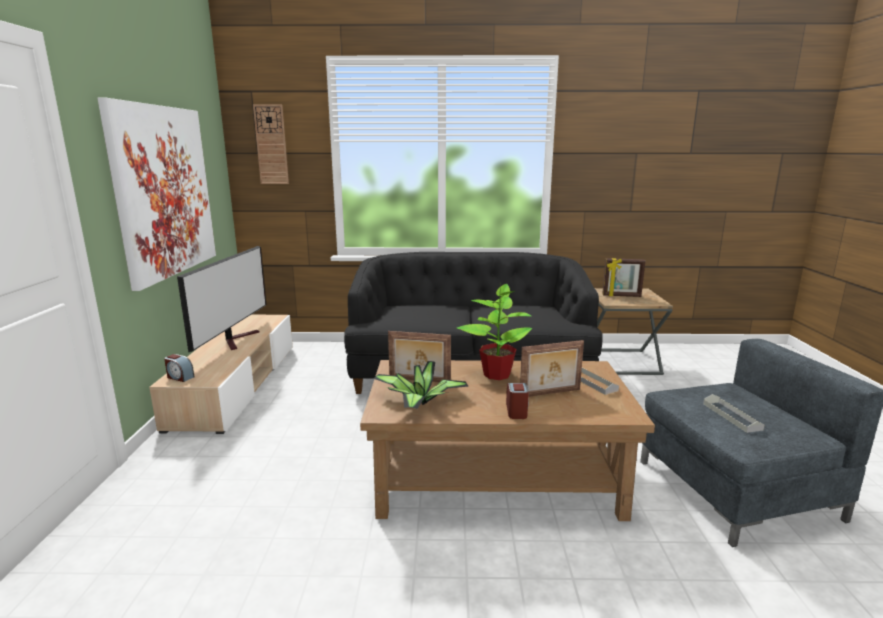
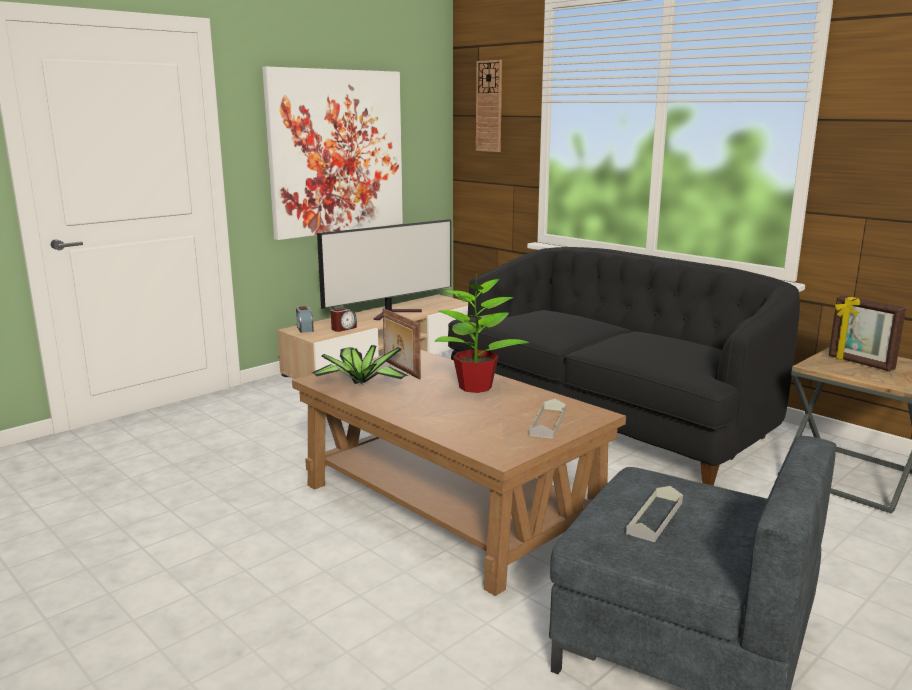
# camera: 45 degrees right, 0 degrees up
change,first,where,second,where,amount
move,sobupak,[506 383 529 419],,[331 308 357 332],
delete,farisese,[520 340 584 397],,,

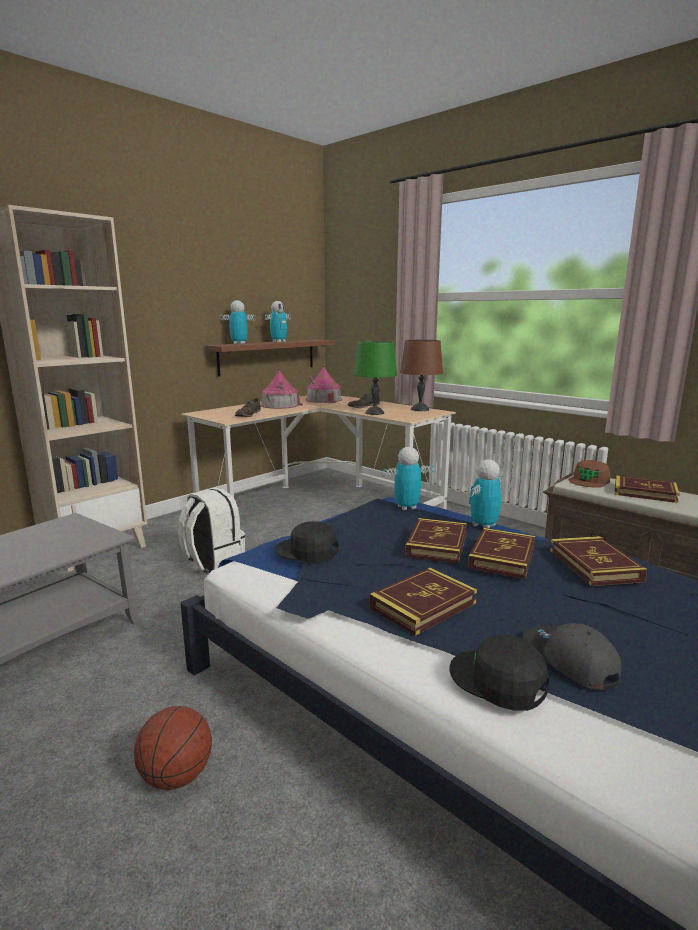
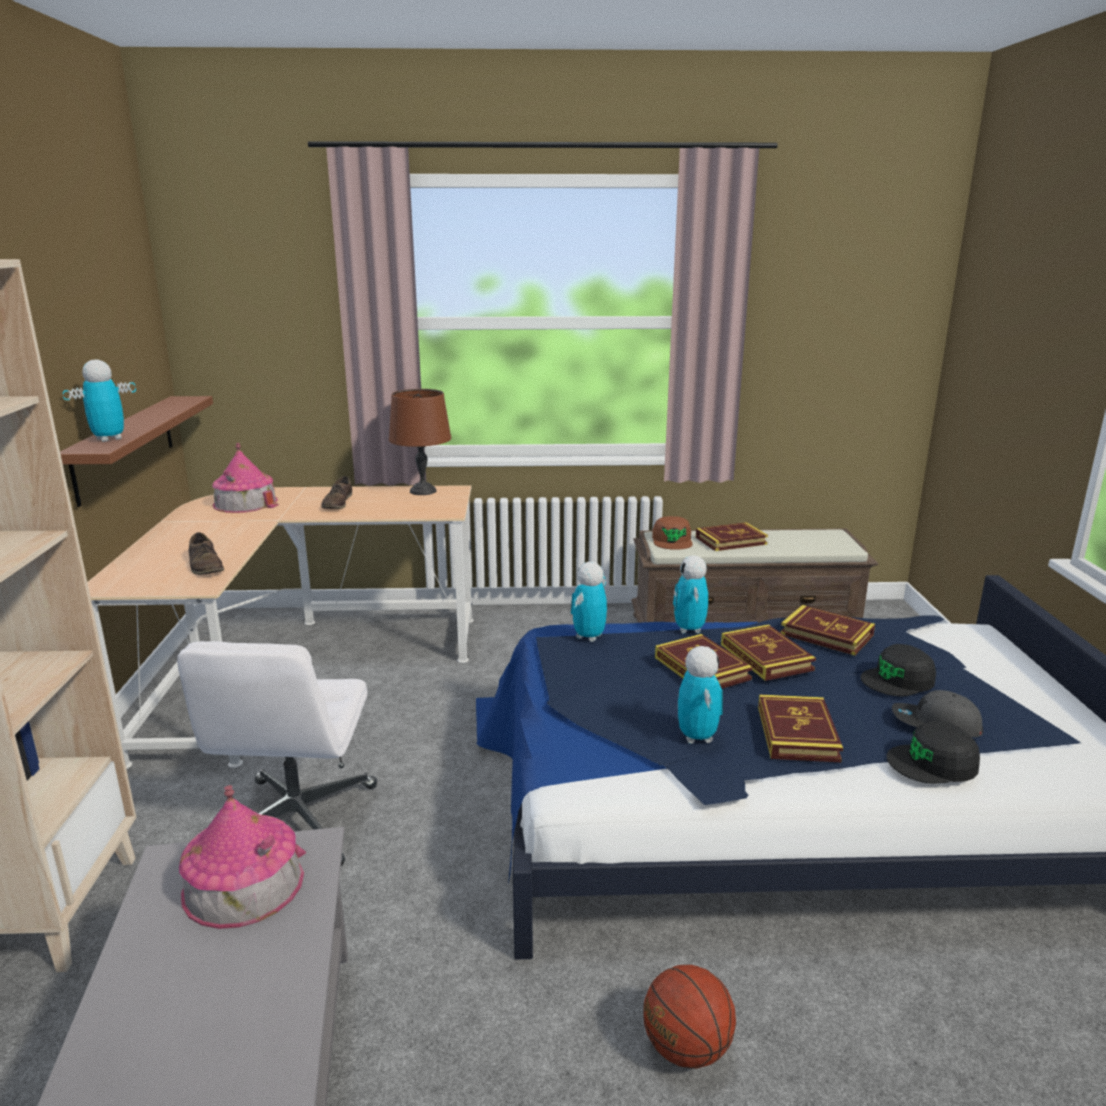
# camera: 45 degrees left, 5 degrees up
change,first,where,second,where,amount
replace,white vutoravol,[178 488 245 574],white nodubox,[177 641 377 866],
move,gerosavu,[261 366 303 409],,[179 785 306 929],
move,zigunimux,[265 301 291 343],,[678 646 723 744],
move,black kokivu,[276 521 338 562],,[861 644 936 697],
delete,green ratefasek,[353 341 397 415],,,

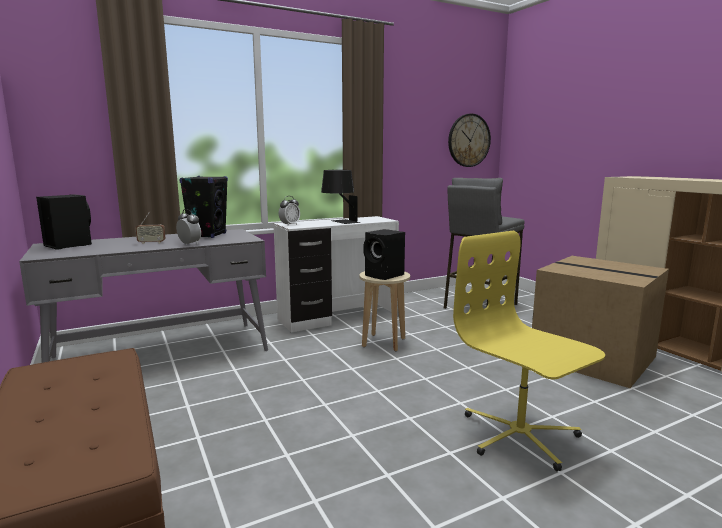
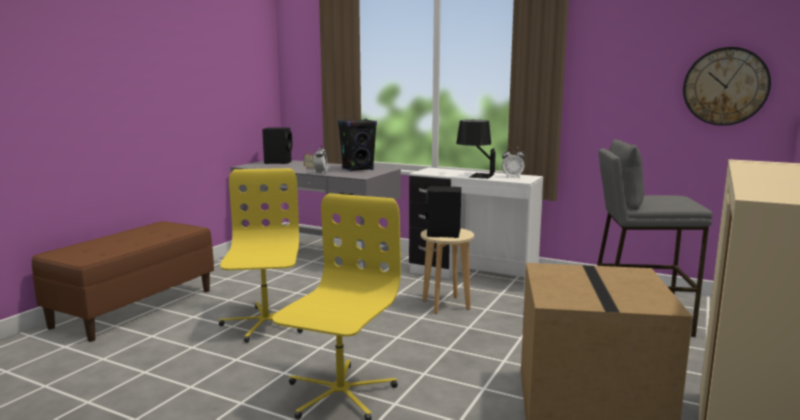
# camera: 55 degrees right, 0 degrees up
change,first,where,second,where,amount
insert,,,yellow nodubox,[219 168 303 343],
move,sobupak,[279 196 300 225],,[502 147 525 178],

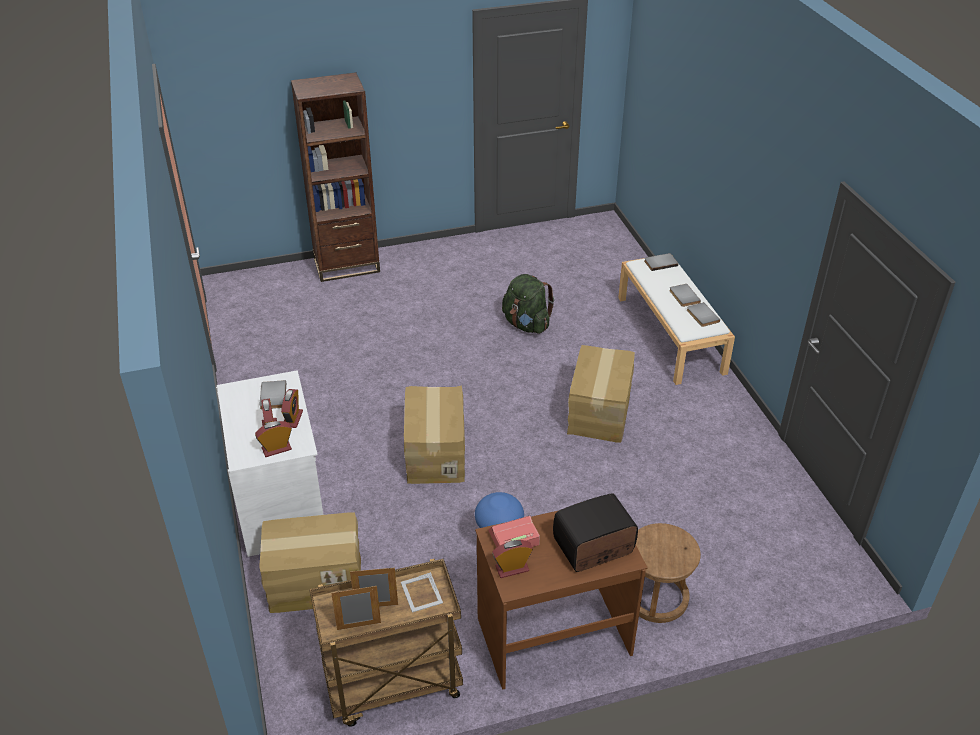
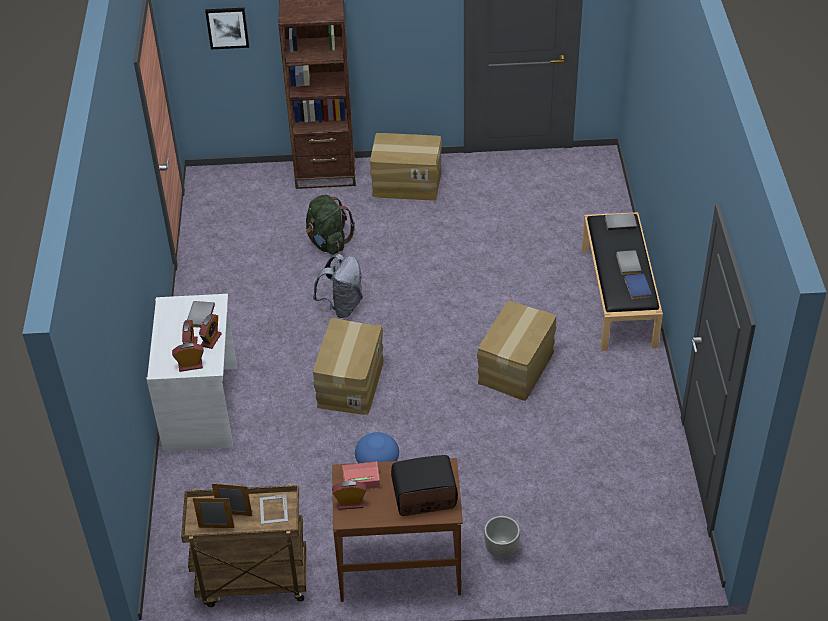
# camera: 15 degrees right, 5 degrees up
change,first,where,second,where,amount
insert,,,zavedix,[205 8 249 49],
move,green vutoravol,[502 274 555 334],,[306 195 355 255],
insert,,,grey vutoravol,[313 254 363 318],
move,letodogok,[259 512 361 613],,[370 133 442 200],
replace,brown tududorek,[636 523 701 623],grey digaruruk,[484 516 520 558],
recolor,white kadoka,[618 254 735 385],black kadoka,[582 212 663 351],
recolor,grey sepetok,[687 302 720 327],blue sepetok,[624 273 652 299],

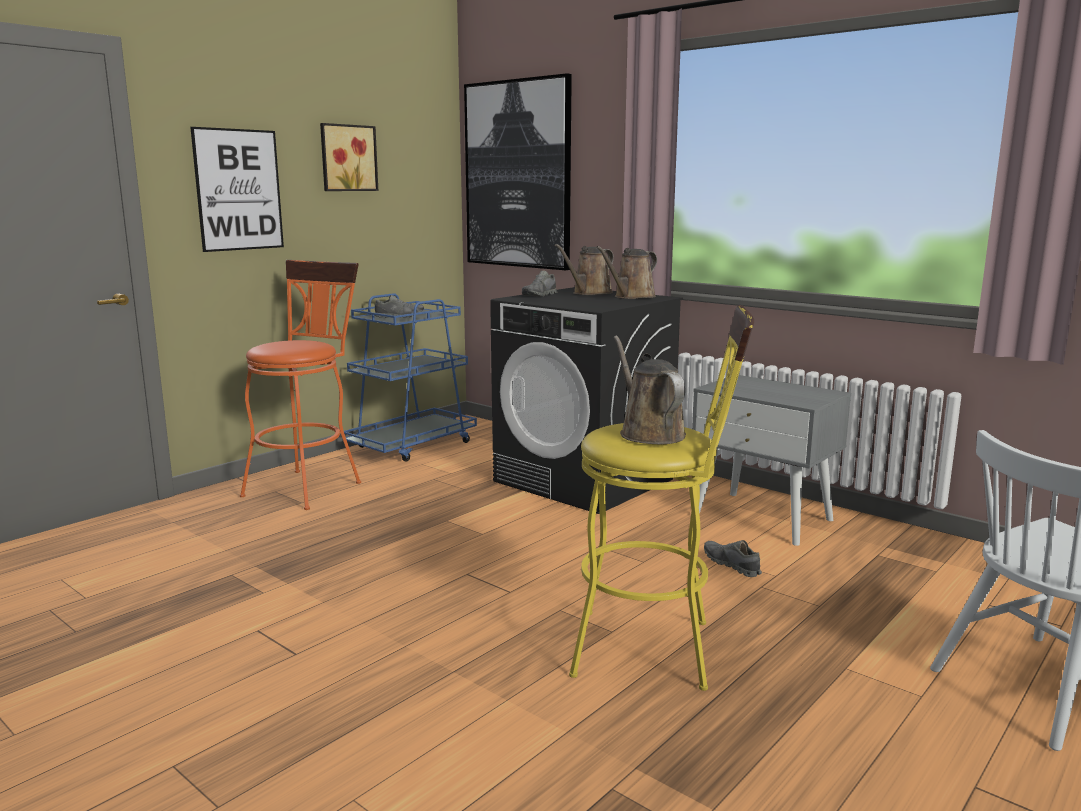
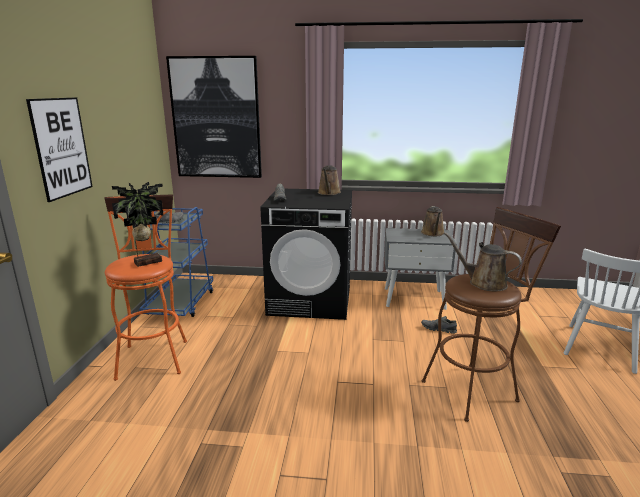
# camera: 35 degrees left, 5 degrees up
change,first,where,second,where,amount
insert,,,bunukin,[112 182 163 267],
move,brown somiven,[555 244 614 295],,[421 206 444 236],
recolor,yellow tududorek,[569 305 754 691],brown tududorek,[422 207 561 422],
delete,zavedix,[320 123 378 191],,,

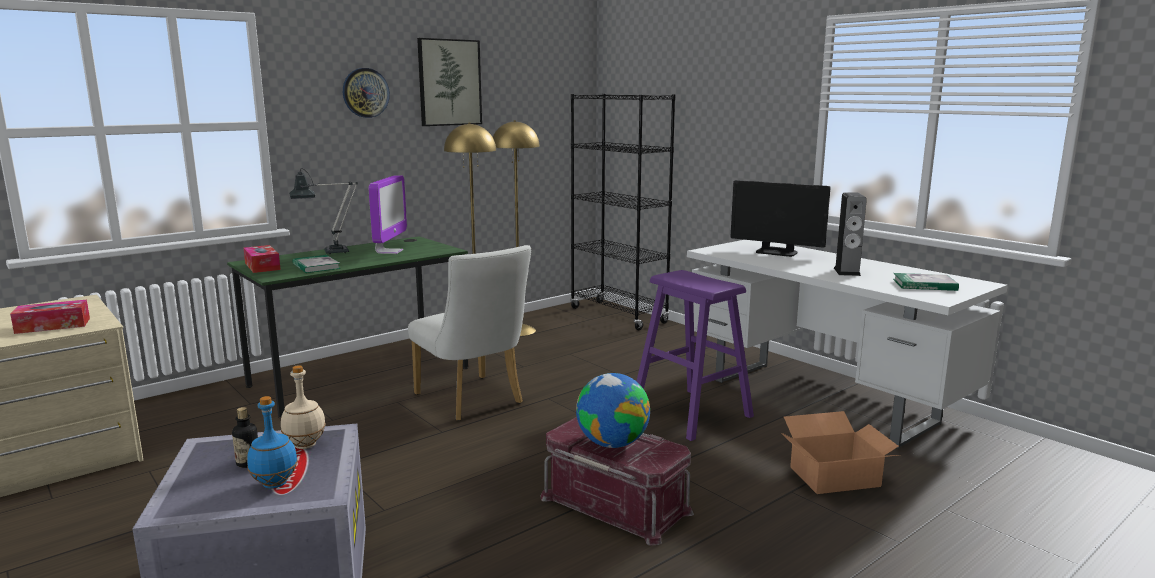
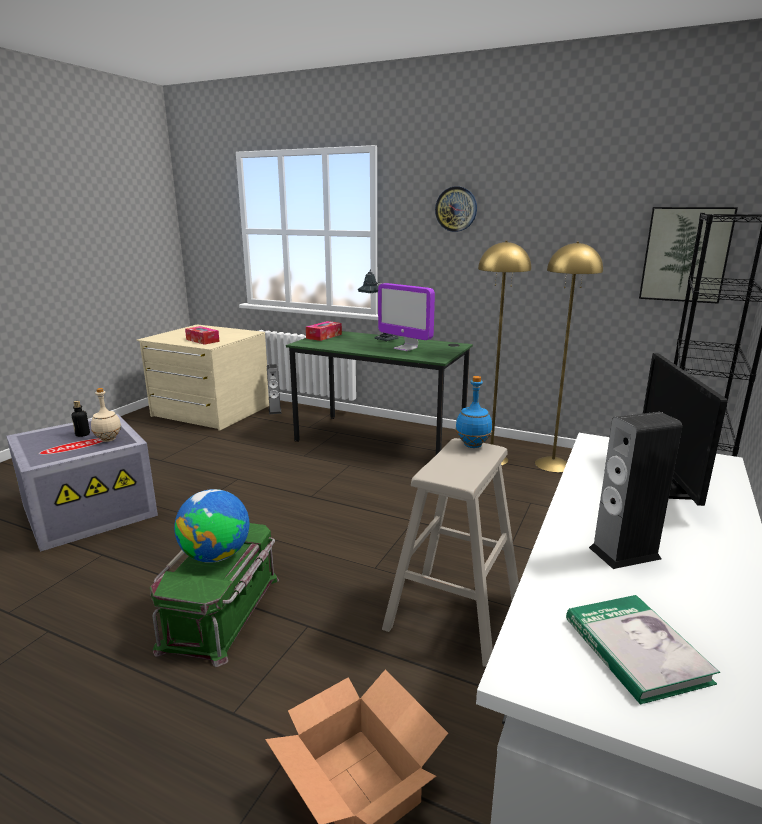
# camera: 65 degrees right, 5 degrees up
change,first,where,second,where,amount
recolor,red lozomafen,[540 417 694 546],green lozomafen,[150 523 279 667],
insert,,,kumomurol,[267 364 282 414],
rotate,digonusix,[369 175 407 254],,[378 283 435 351],60 degrees clockwise
recolor,purple tududorek,[637 270 754 441],beige tududorek,[382 438 519 667],
move,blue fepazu,[247 396 298 489],,[456 376 492 448],
move,zavedix,[417 38 482 126],,[639 207 738 304],
delete,sepetok,[293 255 341 273],,,
delete,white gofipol,[408 245 531 421],,,

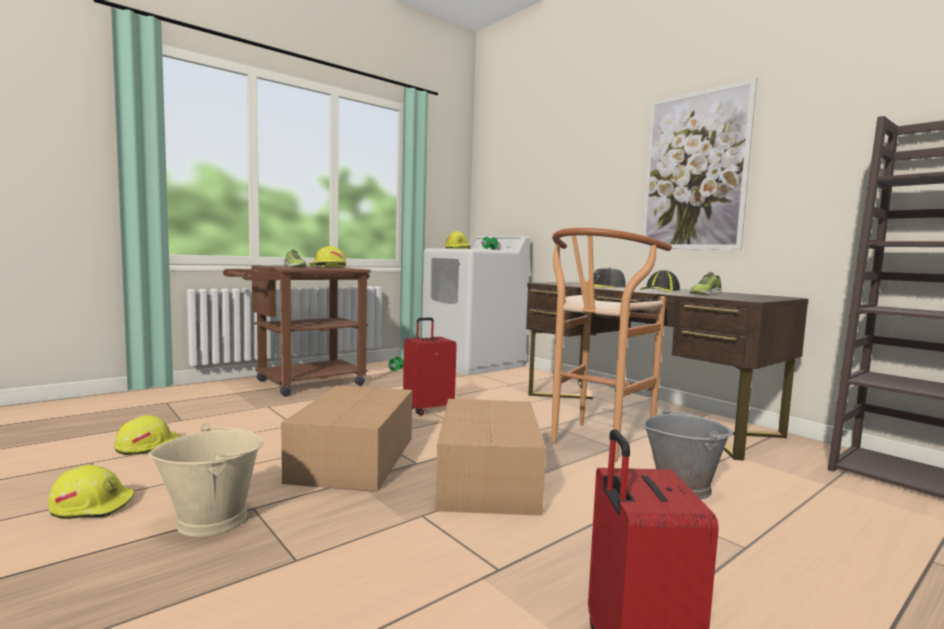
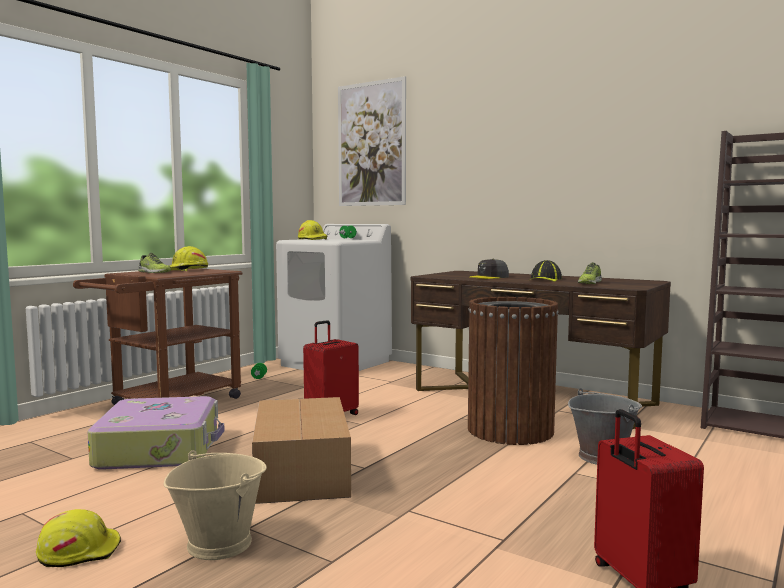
# camera: 15 degrees left, 0 degrees up
change,first,where,second,where,amount
insert,,,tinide,[88 396 225 470],
move,zavedix,[641 78 757 250],,[338 76 406 206],
replace,brown tududorek,[551 228 672 462],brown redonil,[468 297 559 445],
delete,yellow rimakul,[114 415 180 455],,,
delete,letodogok,[435 399 546 516],,,

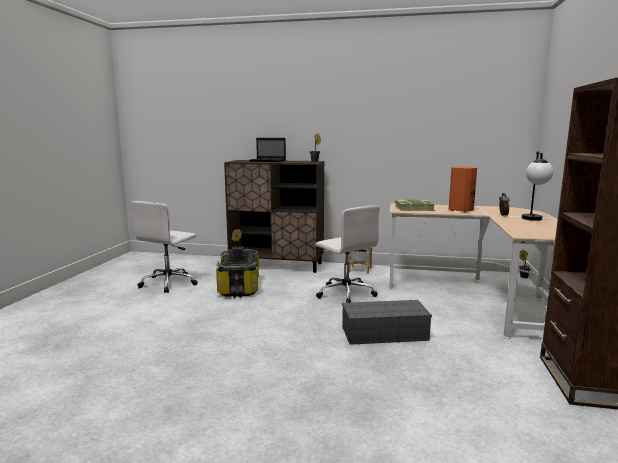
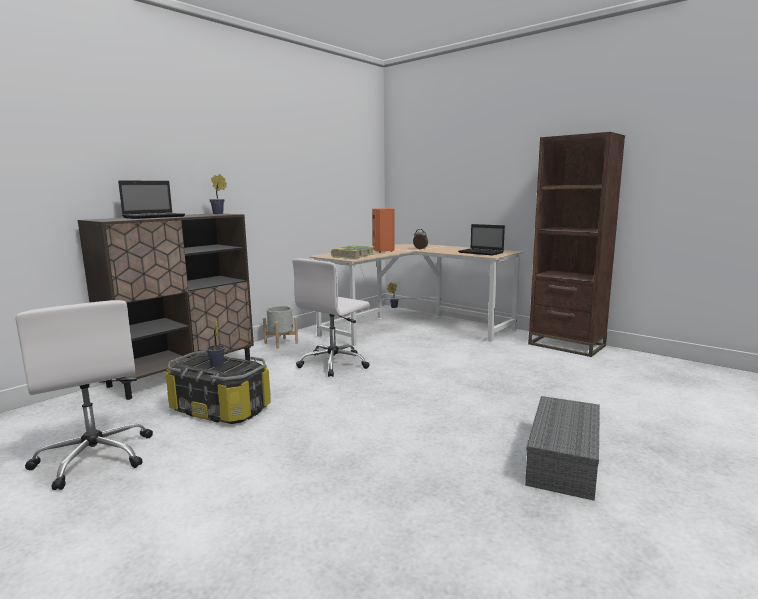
# camera: 60 degrees left, 0 degrees up
change,first,where,second,where,amount
rotate,white nodubox,[315 205 380 303],,[292 258 370 377],135 degrees clockwise
insert,,,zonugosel,[458 224 505 255],
move,grey lozomafen,[342 300 432 345],,[525 396 600 501],
delete,ratefasek,[522 152 554 221],,,

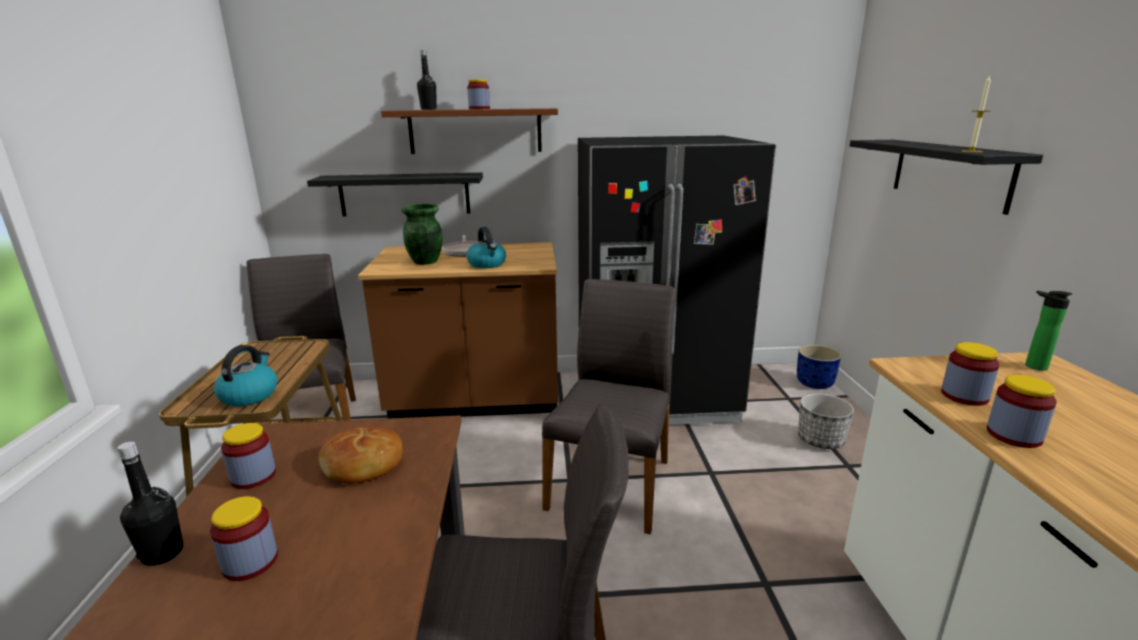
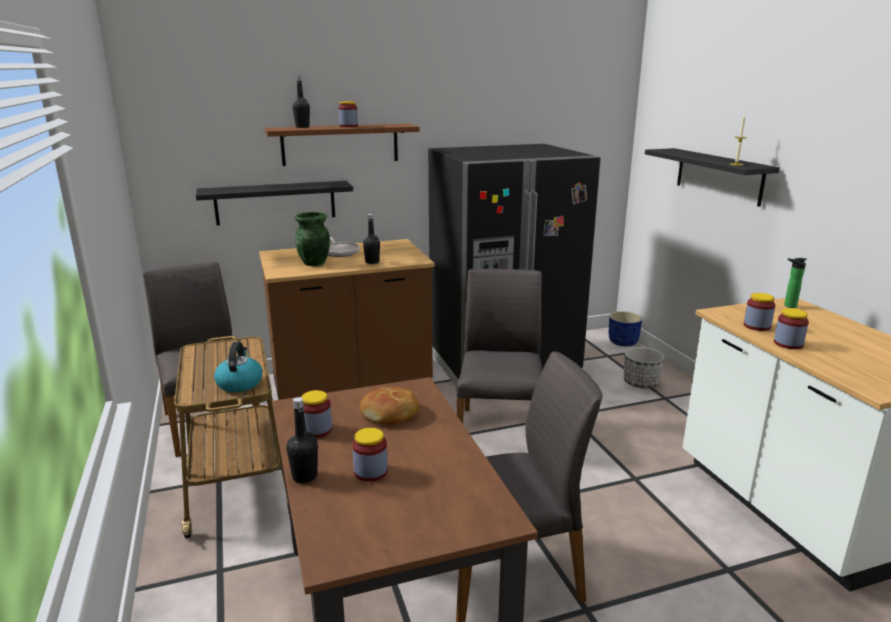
# camera: 15 degrees left, 0 degrees up
change,first,where,second,where,amount
replace,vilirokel,[466 227 506 268],black fepazu,[363 214 380 264],

